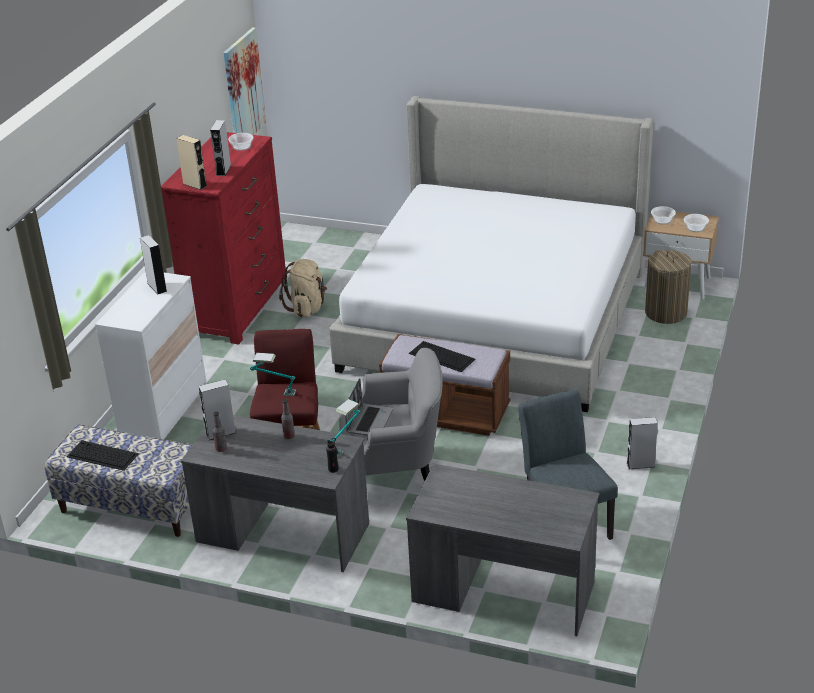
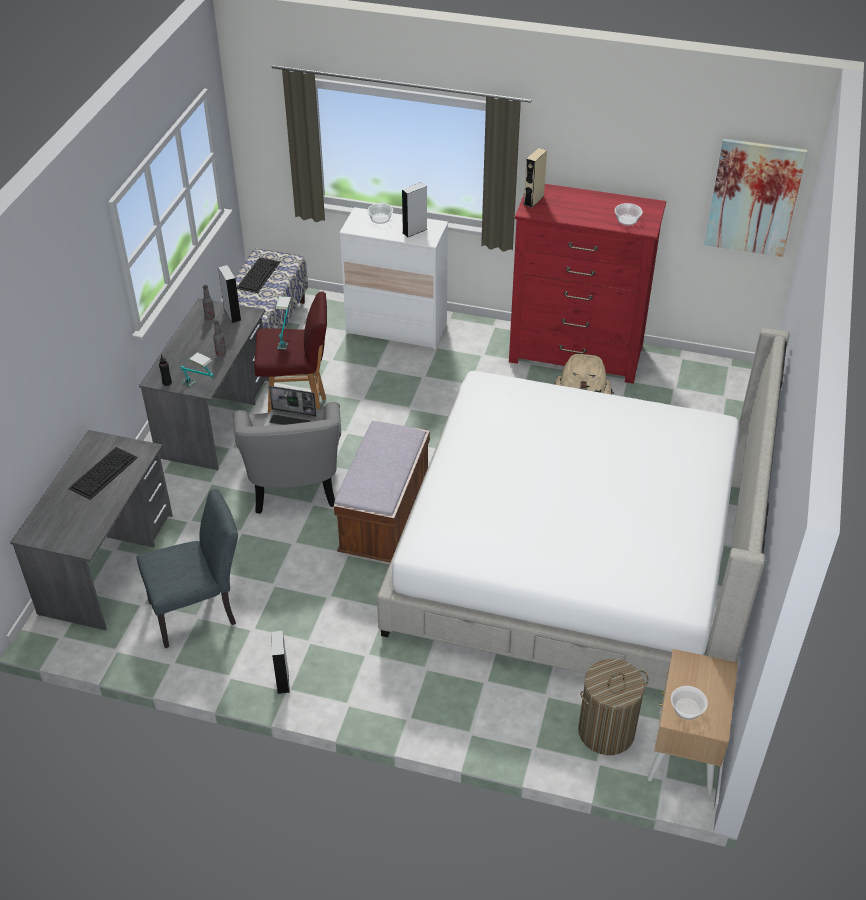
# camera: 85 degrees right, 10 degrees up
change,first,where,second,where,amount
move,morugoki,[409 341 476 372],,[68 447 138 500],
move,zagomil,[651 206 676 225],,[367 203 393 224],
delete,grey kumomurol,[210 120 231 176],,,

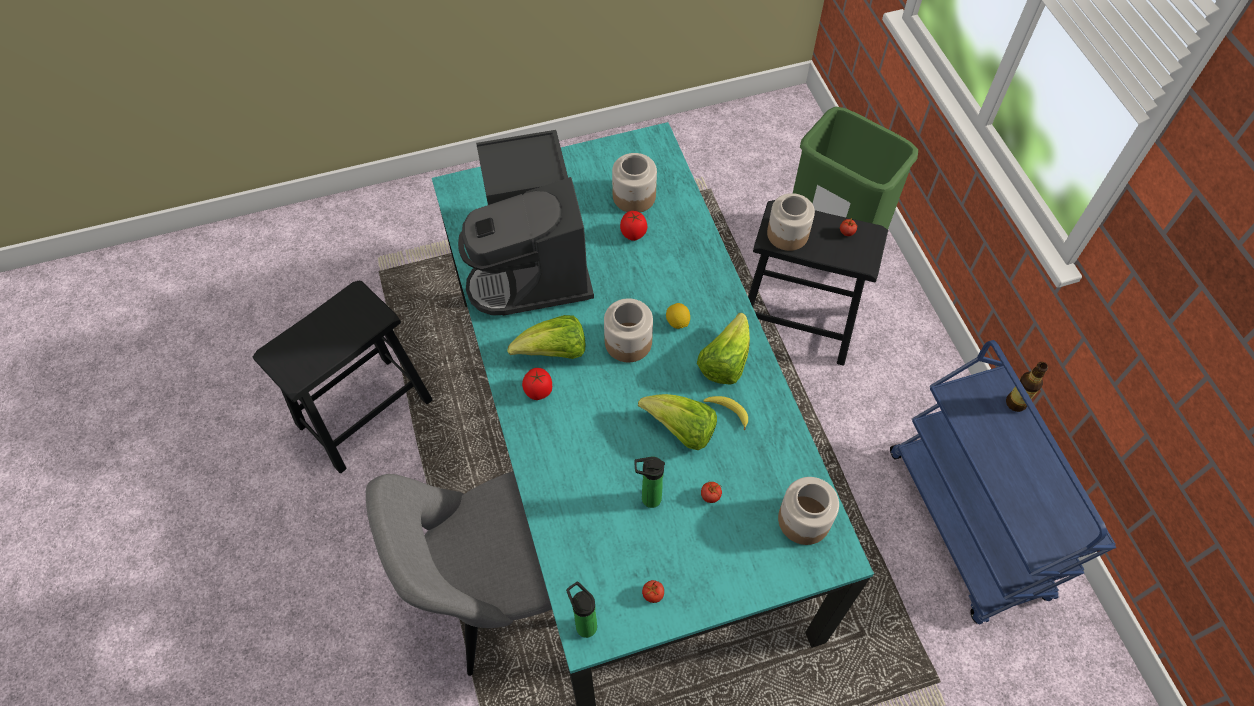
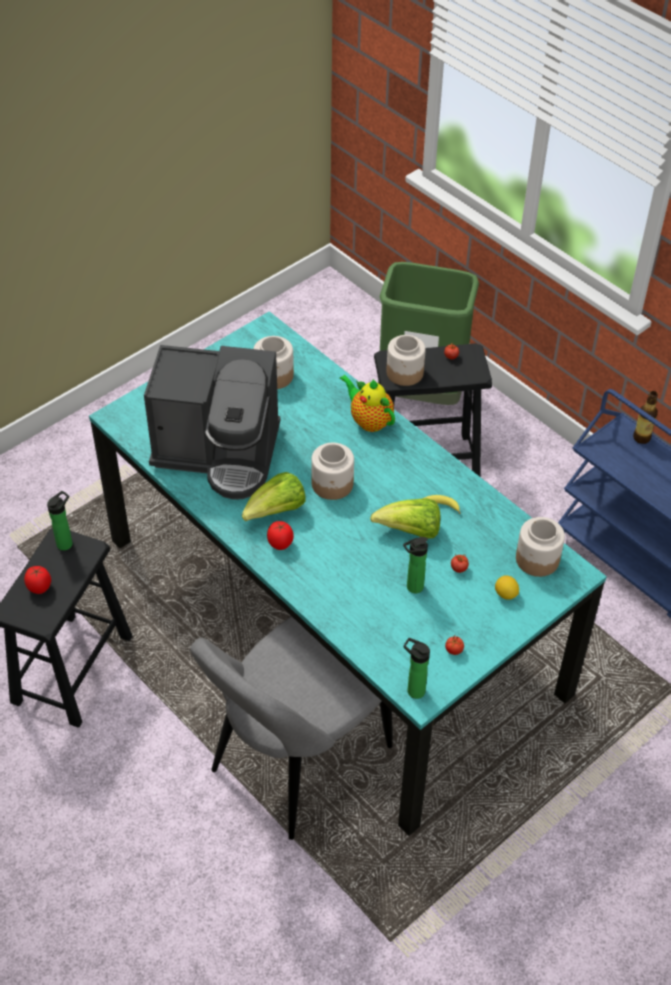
# camera: 25 degrees left, 10 degrees down
change,first,where,second,where,amount
move,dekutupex,[620 211 647 241],,[24 566 51 594],
insert,,,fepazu,[47 491 73 551],
rotate,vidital,[458 130 594 316],,[144 345 280 500],45 degrees counterclockwise
insert,,,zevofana,[339 374 395 432],
move,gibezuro,[666 303 690 329],,[495 576 519 600],
delete,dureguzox,[697 313 750 385],,,

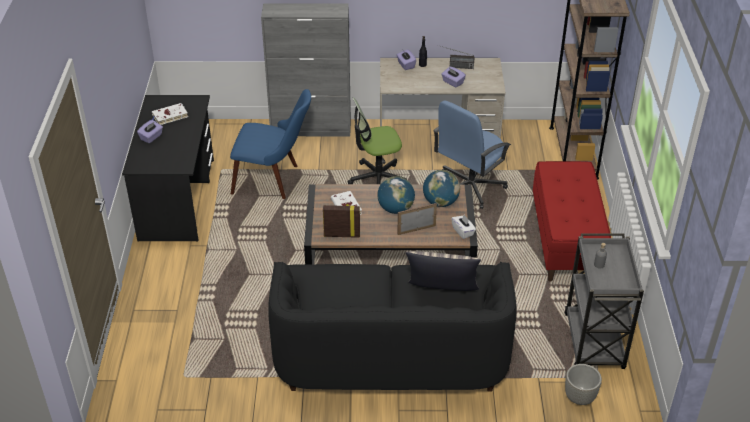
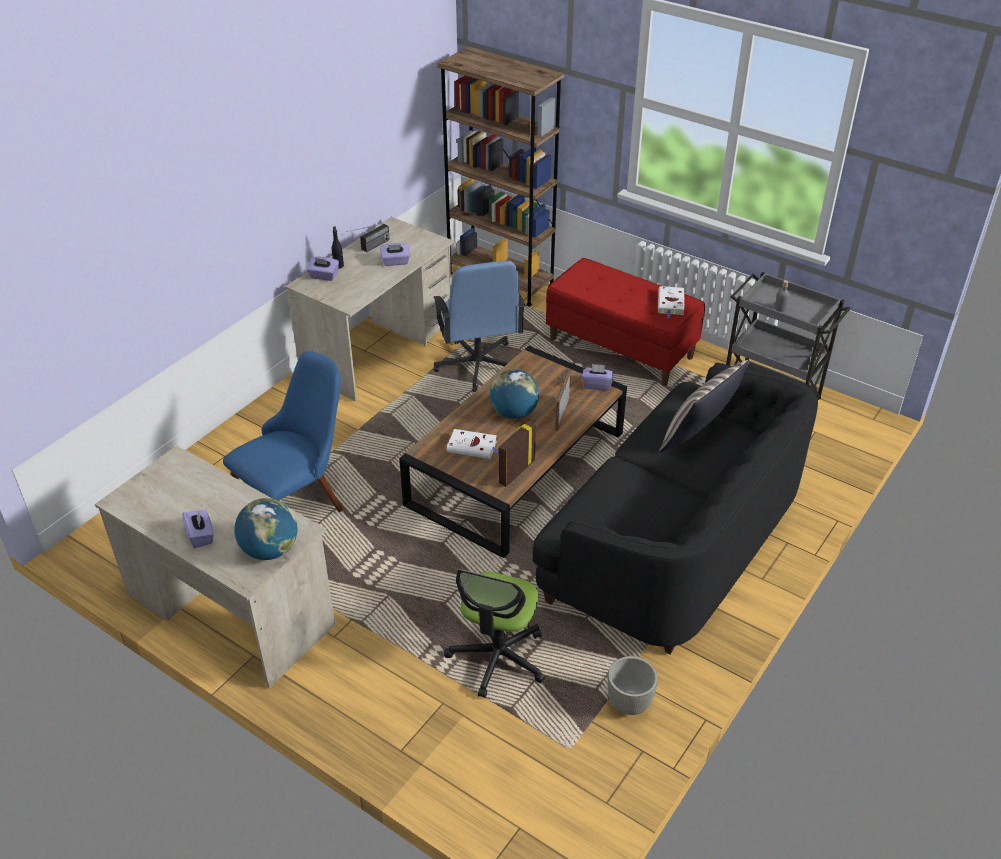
# camera: 55 degrees left, 0 degrees up
change,first,where,second,where,amount
recolor,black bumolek,[122 95 214 242],beige bumolek,[95 445 335 688],
move,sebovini,[423 170 460 207],,[234 498 297 560],
move,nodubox,[347 97 407 184],,[444 569 545 698],
recolor,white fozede,[451 215 476 239],purple fozede,[582 364 613 390],
move,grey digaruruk,[565 364 602 405],,[607 656 658 715],
move,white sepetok,[149 103 188 125],,[658 286 685 319],
delete,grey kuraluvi,[261 3 351 136],,,

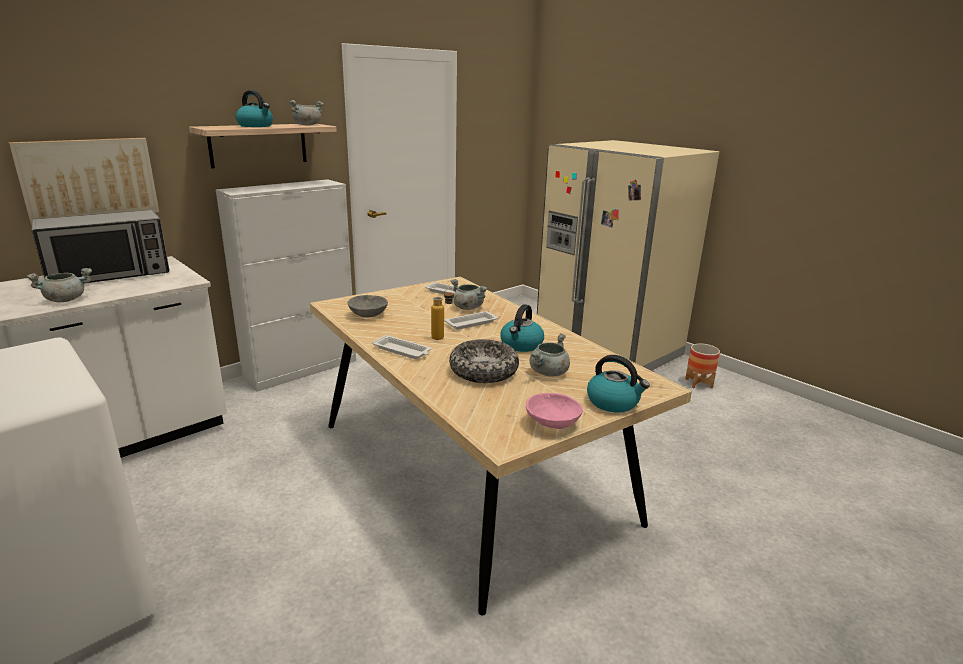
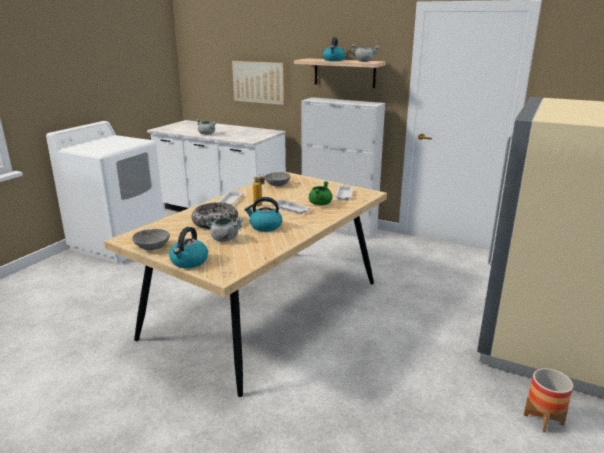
# camera: 70 degrees right, 0 degrees up
change,first,where,second,where,amount
recolor,pink zagomil,[526 393 583 429],grey zagomil,[132 229 170 250],
recolor,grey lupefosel,[450 279 488 310],green lupefosel,[309 181 333 205],
delete,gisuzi,[32 210 170 283],,,

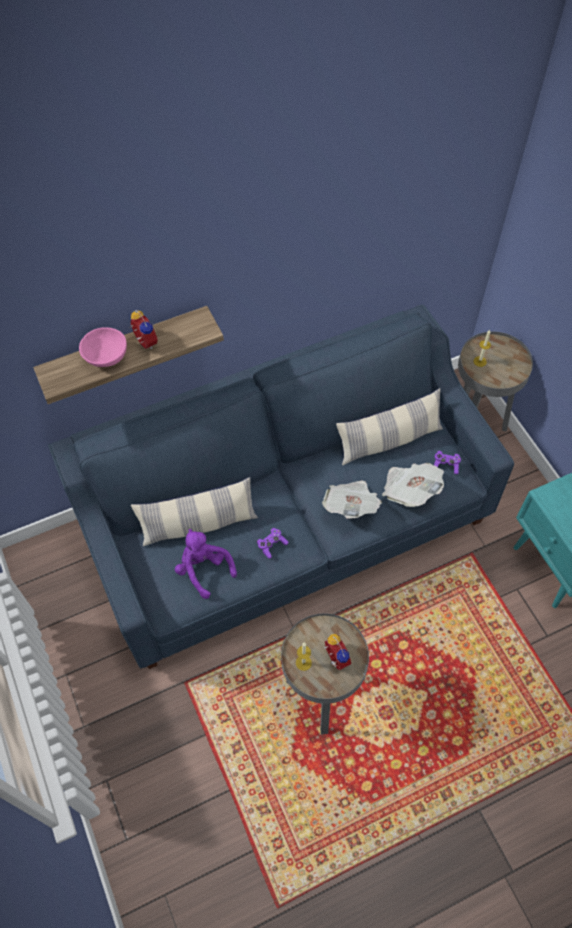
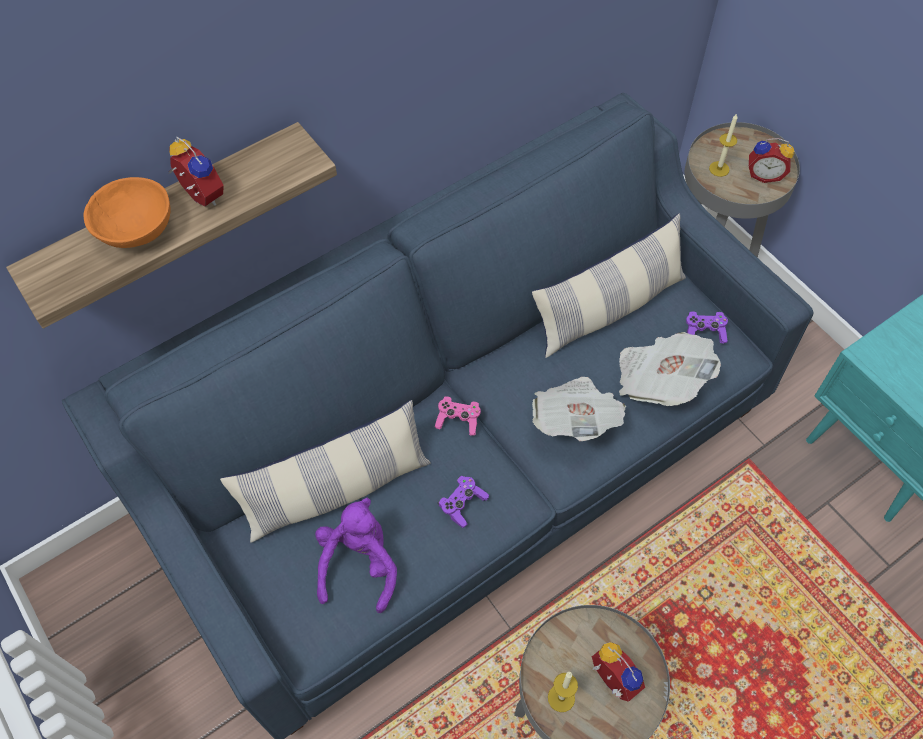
# camera: 10 degrees left, 0 degrees up
change,first,where,second,where,amount
recolor,pink zagomil,[79 327 127 367],orange zagomil,[83 177 170 248],
rotate,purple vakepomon,[175 529 237 599],,[315 498 397 613],60 degrees clockwise
insert,,,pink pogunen,[434 396 481 436],
insert,,,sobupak,[749 138 795 183],

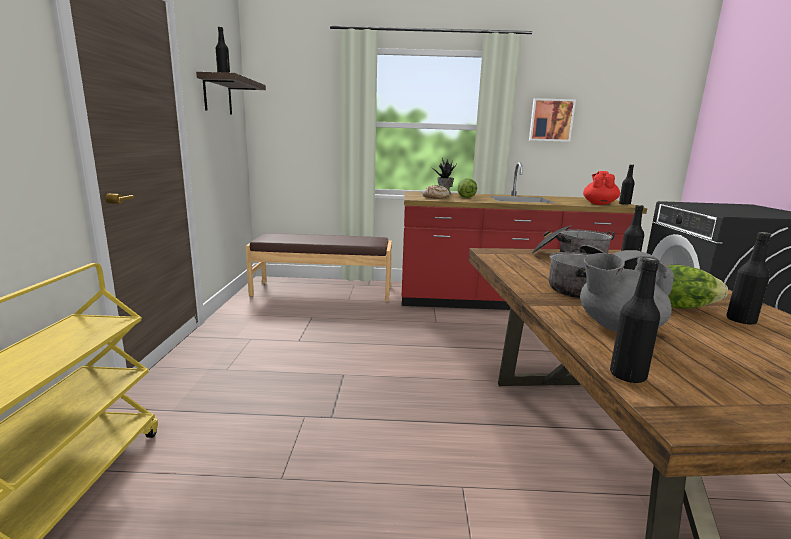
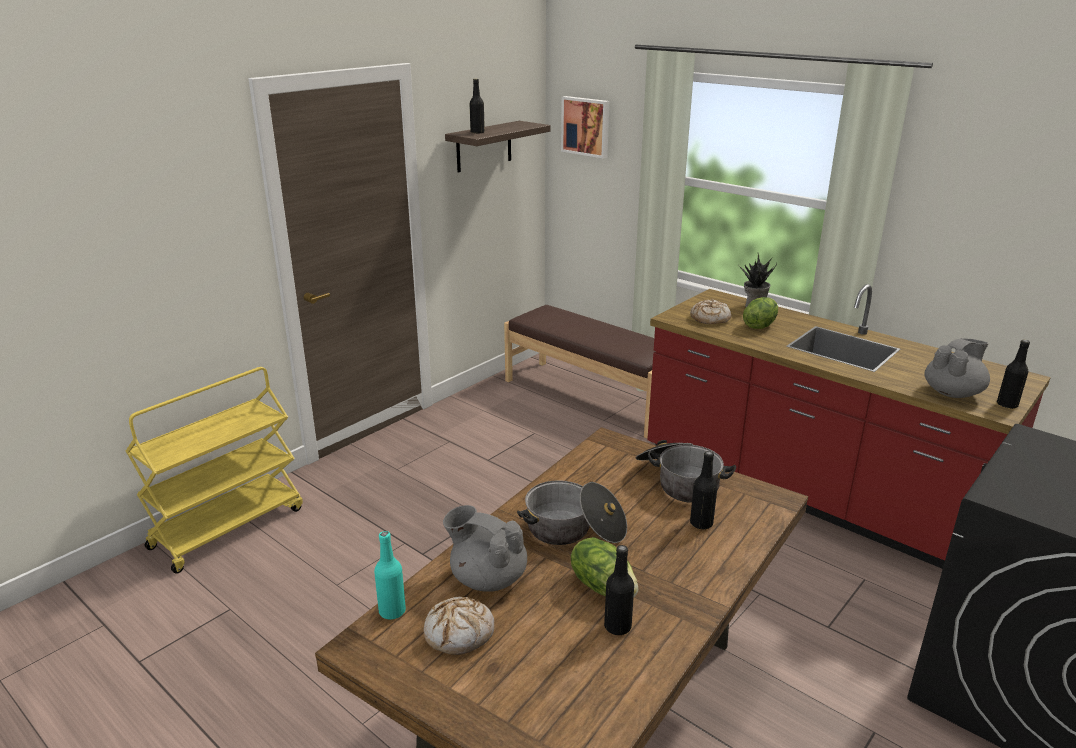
# camera: 40 degrees right, 10 degrees up
change,first,where,second,where,amount
recolor,black fepazu,[610 258 660 383],turquoise fepazu,[374 531 406 620],
insert,,,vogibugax,[423 596 495 655],
move,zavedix,[529 98 576 142],,[561 96 609 159],
recolor,red zevofana,[583 171 620 205],grey zevofana,[924 338 990 398],

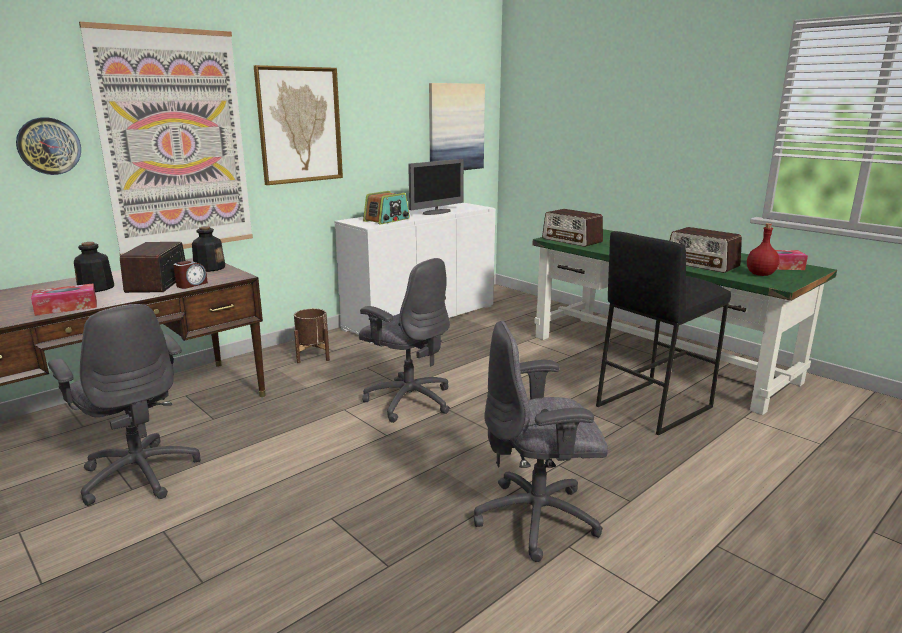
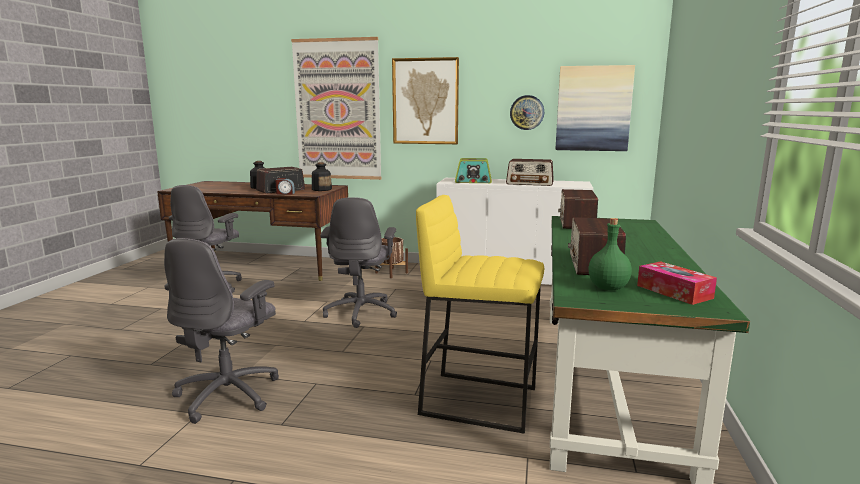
# camera: 55 degrees right, 5 degrees down
change,first,where,second,where,amount
rotate,grey nodubox,[474 321 608 562],,[164 238 279 424],120 degrees counterclockwise
recolor,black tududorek,[596 231 731 435],yellow tududorek,[416 195 544 434],
replace,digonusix,[408 159 464 215],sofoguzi,[506 159 554 186],
move,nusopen,[16 117 81 175],,[510 95 544 130],
recolor,red fepazu,[747 223 780 276],green fepazu,[589 218 632 290],
delete,fozede,[31 284 97 316],,,

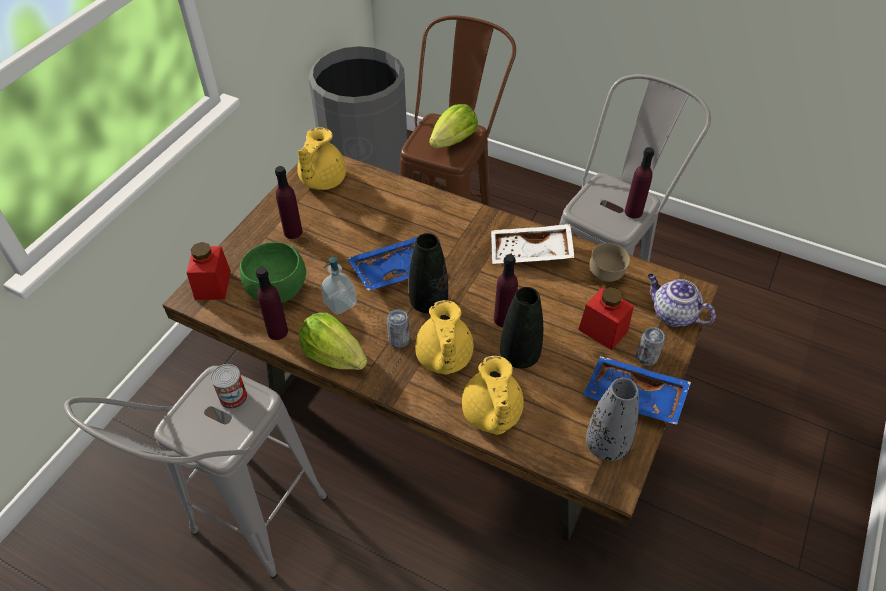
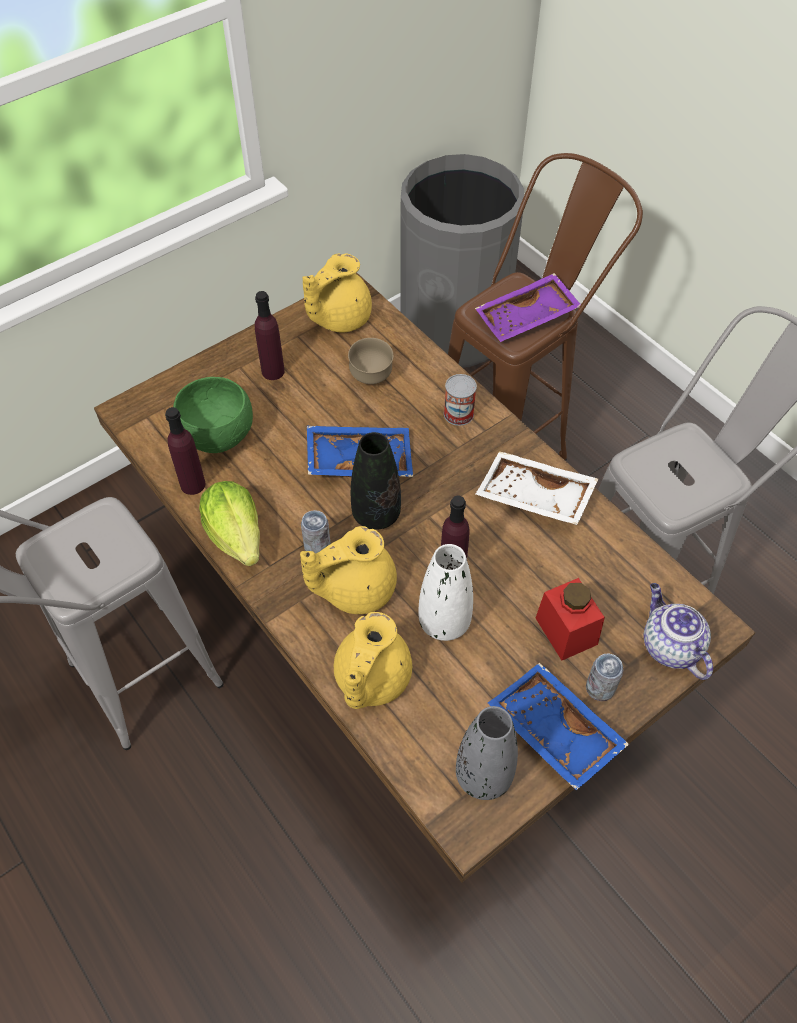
# camera: 25 degrees right, 5 degrees up
change,first,where,second,where,amount
rotate,yellow zevofana,[415 300 474 375],,[300 526 397 614],45 degrees clockwise
move,brown zagomil,[589 243 630 282],,[348 338 394 384],
recolor,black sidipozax,[500 287 543 368],white sidipozax,[419 544 473 641],
move,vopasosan,[211 364 248 409],,[444 374 477 426],
replace,dureguzox,[429 104 478 148],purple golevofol,[475 273 581 342],
delete,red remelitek,[186 242 231 300],,,
delete,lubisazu,[321 256 357 315],,,
delete,purple fepazu,[625 147 654 219],,,

